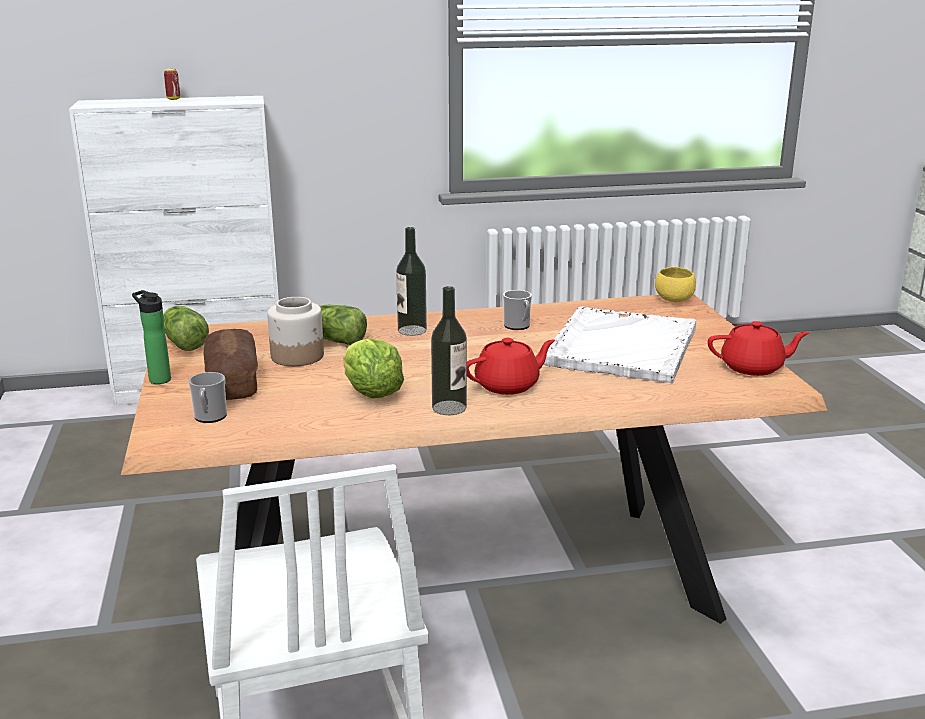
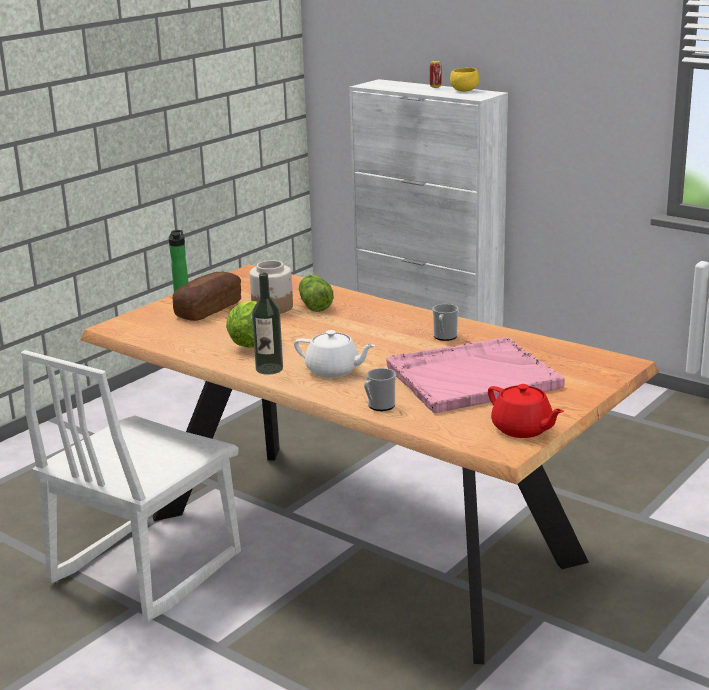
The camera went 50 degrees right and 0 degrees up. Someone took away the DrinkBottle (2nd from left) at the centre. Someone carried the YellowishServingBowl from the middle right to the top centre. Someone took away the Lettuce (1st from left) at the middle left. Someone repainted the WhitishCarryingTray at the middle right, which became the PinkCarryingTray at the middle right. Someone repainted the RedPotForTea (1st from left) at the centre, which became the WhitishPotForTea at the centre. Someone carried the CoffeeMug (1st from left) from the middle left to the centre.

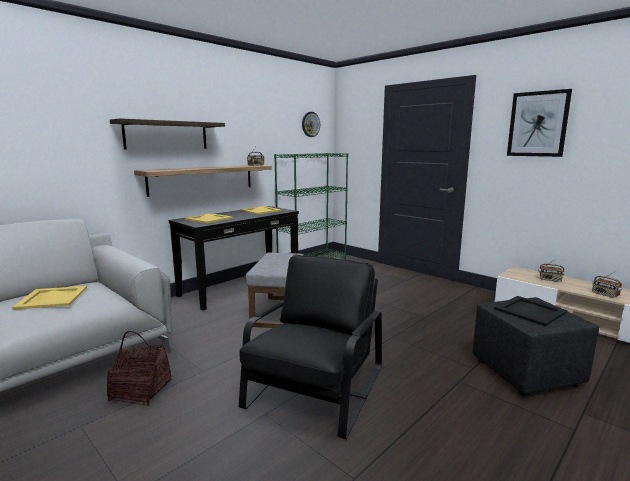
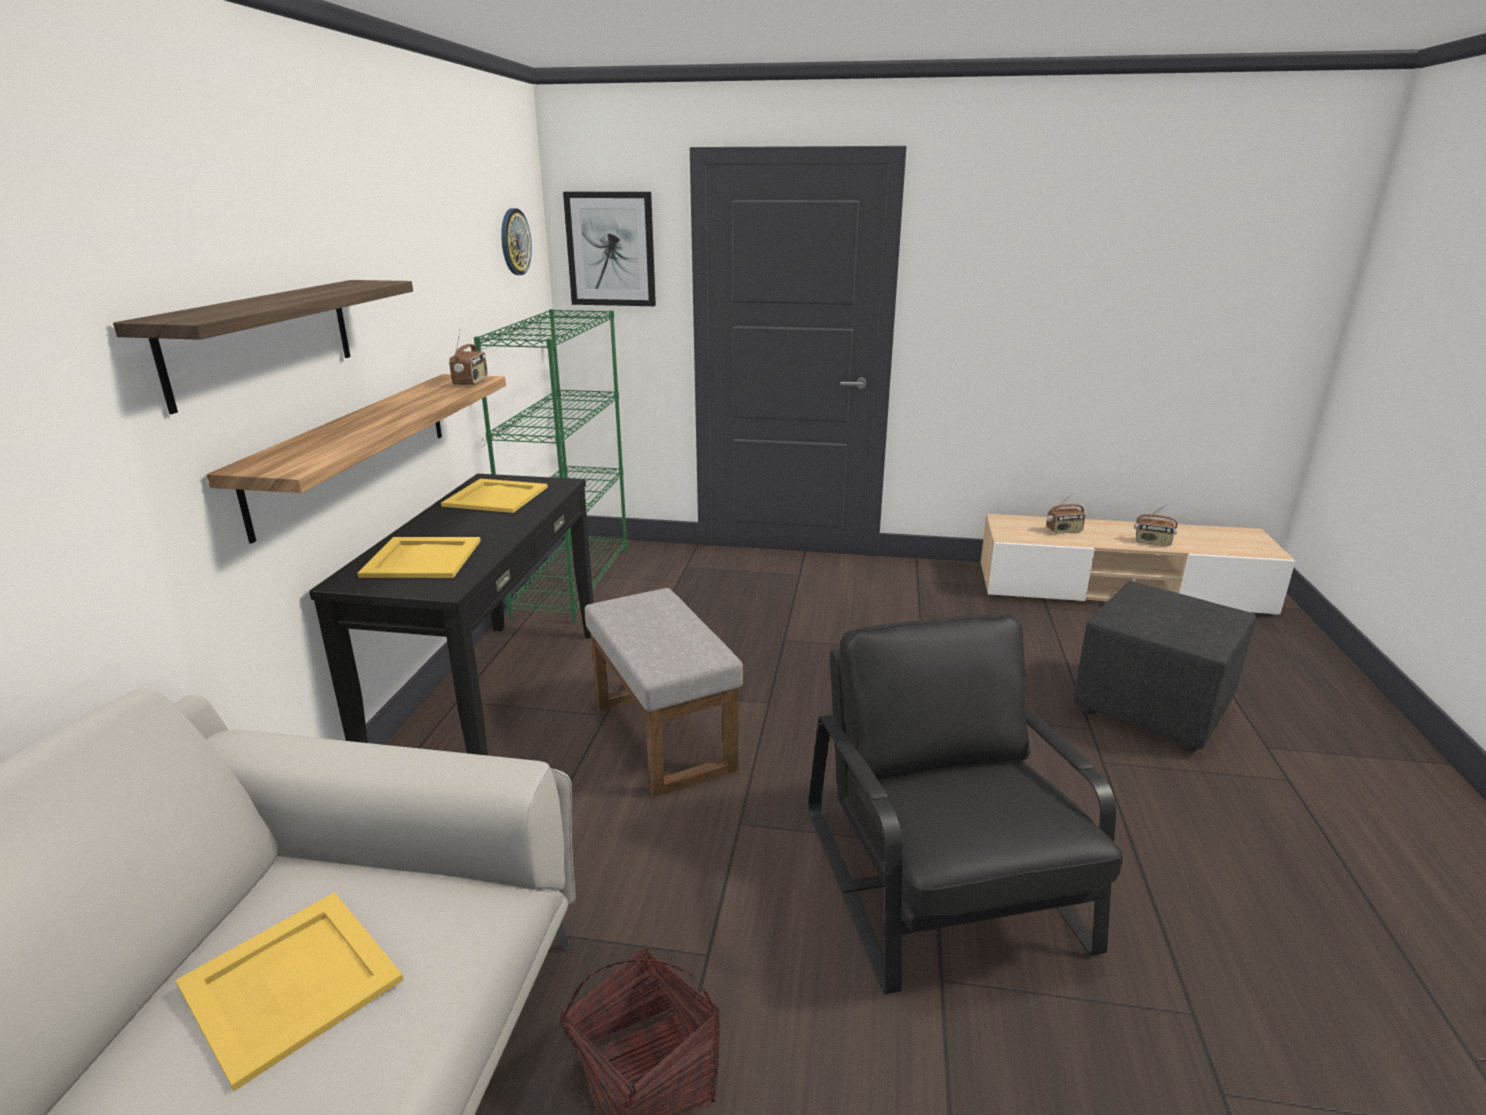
The camera went 35 degrees left and 10 degrees up. Someone carried the Picture from the top right to the top centre. Someone took away the BlackishCarryingTray at the middle right.

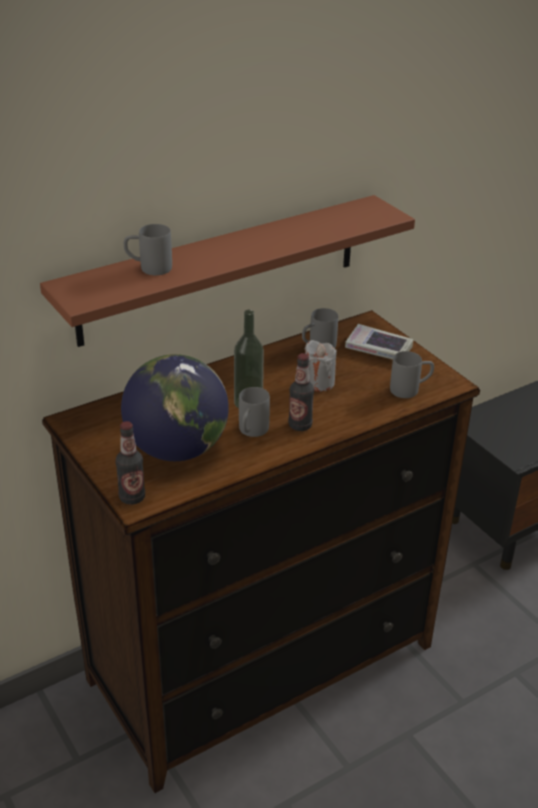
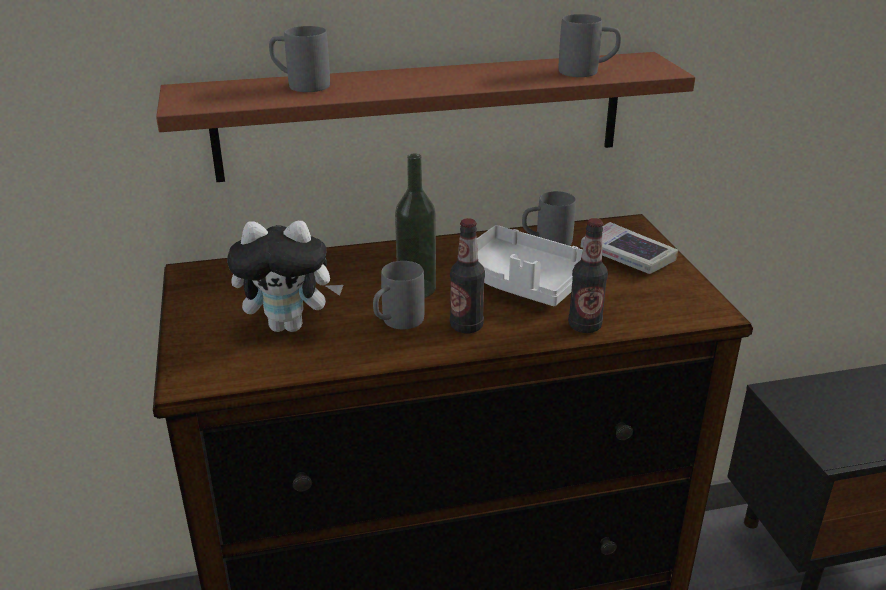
The camera went 20 degrees right and 5 degrees down. Someone swapped the GrayWaxLight at the centre for the GrayCarryingTray at the centre. Someone carried the GrayCoffeeMug (4th from left) from the middle right to the top centre. Someone swapped the DeskGlobe at the middle left for the SoftToy at the middle left. Someone carried the DrinkBottle (1st from left in the first image) from the middle left to the centre.

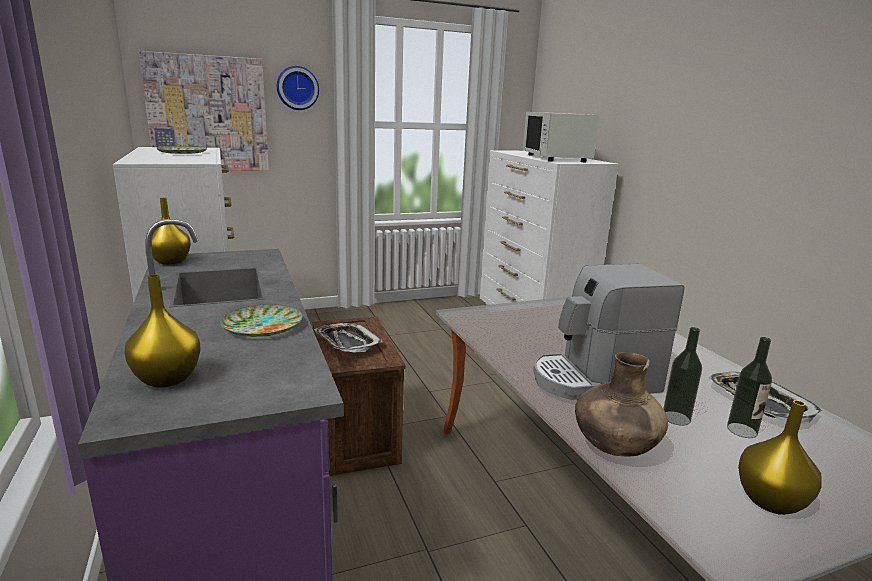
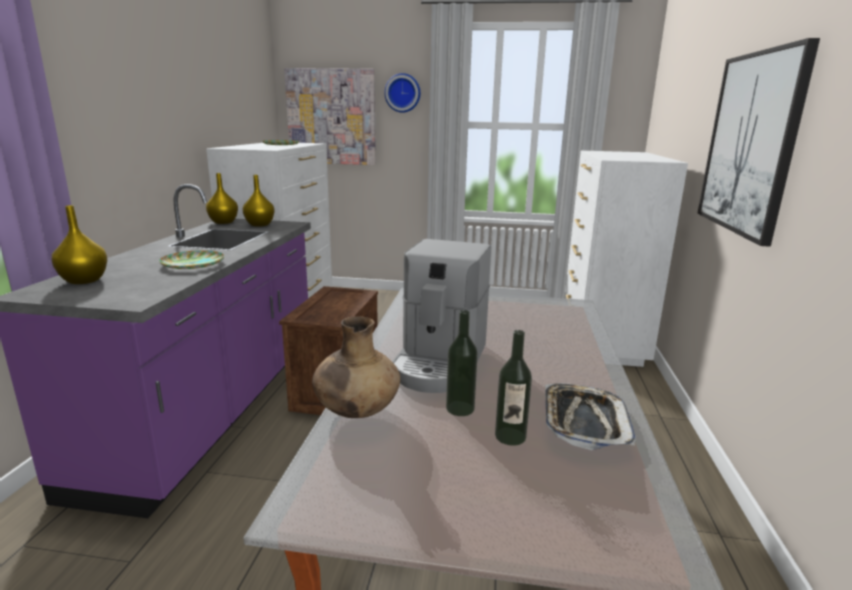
The camera went 30 degrees right and 0 degrees up. Someone took away the WhitishMicrowave at the top centre. Someone rotated the CoffeeBrewer at the middle right by 90 degrees counterclockwise. Someone took away the CarryingTray (1st from left) at the centre. Someone carried the YellowishVase (3rd from left) from the bottom right to the middle left. Someone put up the Picture (2nd from left) at the top right.

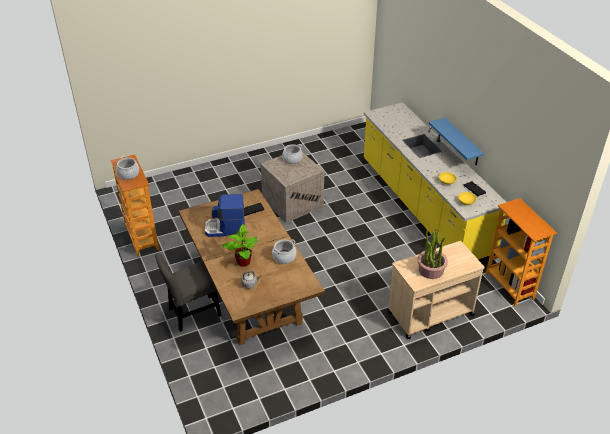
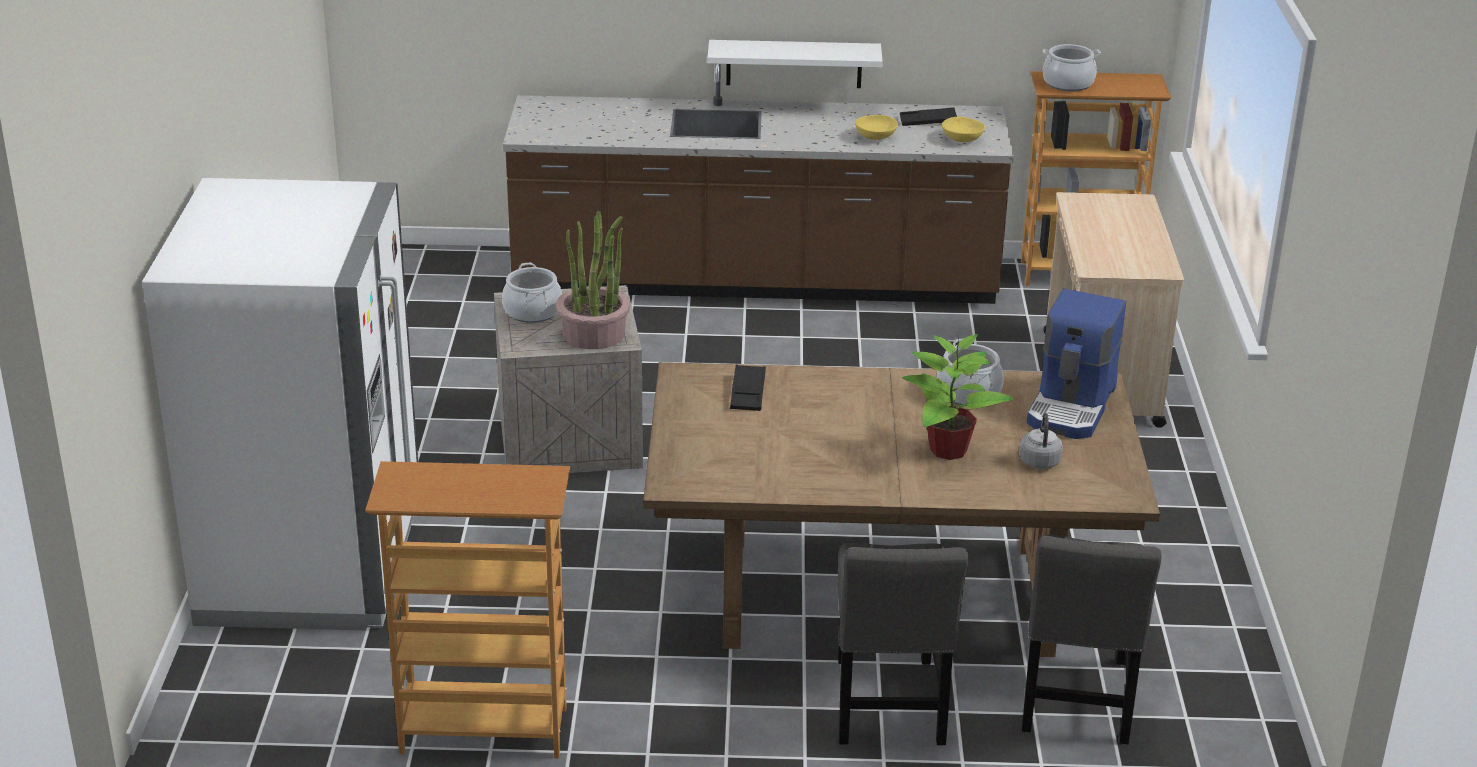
The camera went 65 degrees left and 10 degrees down. Someone repainted the YellowishKitchenBaseUnit at the middle right, which became the BrownKitchenBaseUnit at the top centre. Someone repainted the BlueColouredBracketShelf at the top right, which became the WhitishBracketShelf at the top centre. Someone carried the Stockpot (1st from left in the first image) from the middle left to the top right. Someone carried the CoffeeBrewer from the centre to the middle right. Someone carried the PlantInAPot (2nd from left in the first image) from the middle right to the centre. Someone put down the WhitishFridge at the middle left. Someone put down the GrayPlainChair (2nd from left) at the bottom right.

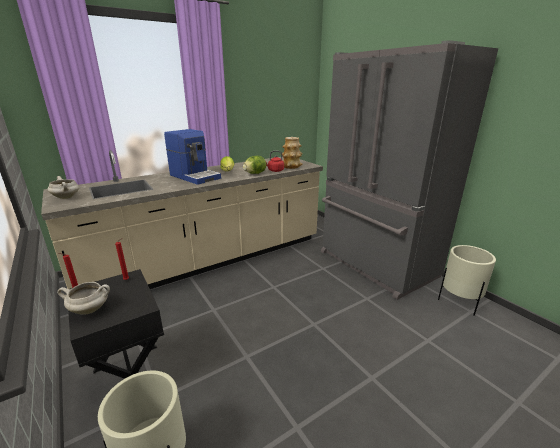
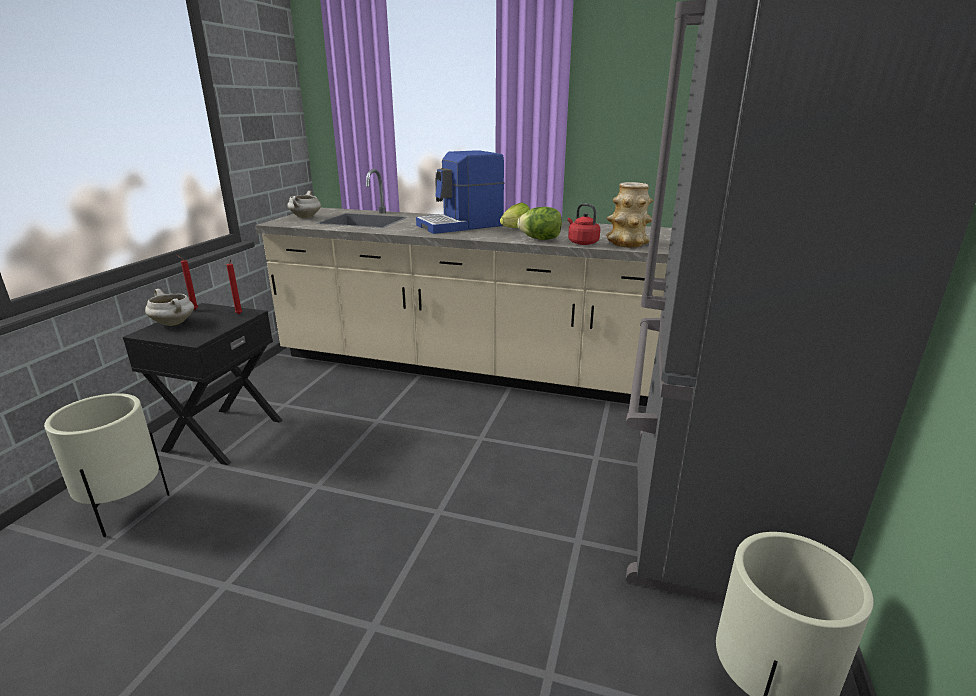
The camera went 50 degrees right and 0 degrees up. Someone rotated the CoffeeBrewer at the centre by 60 degrees clockwise.

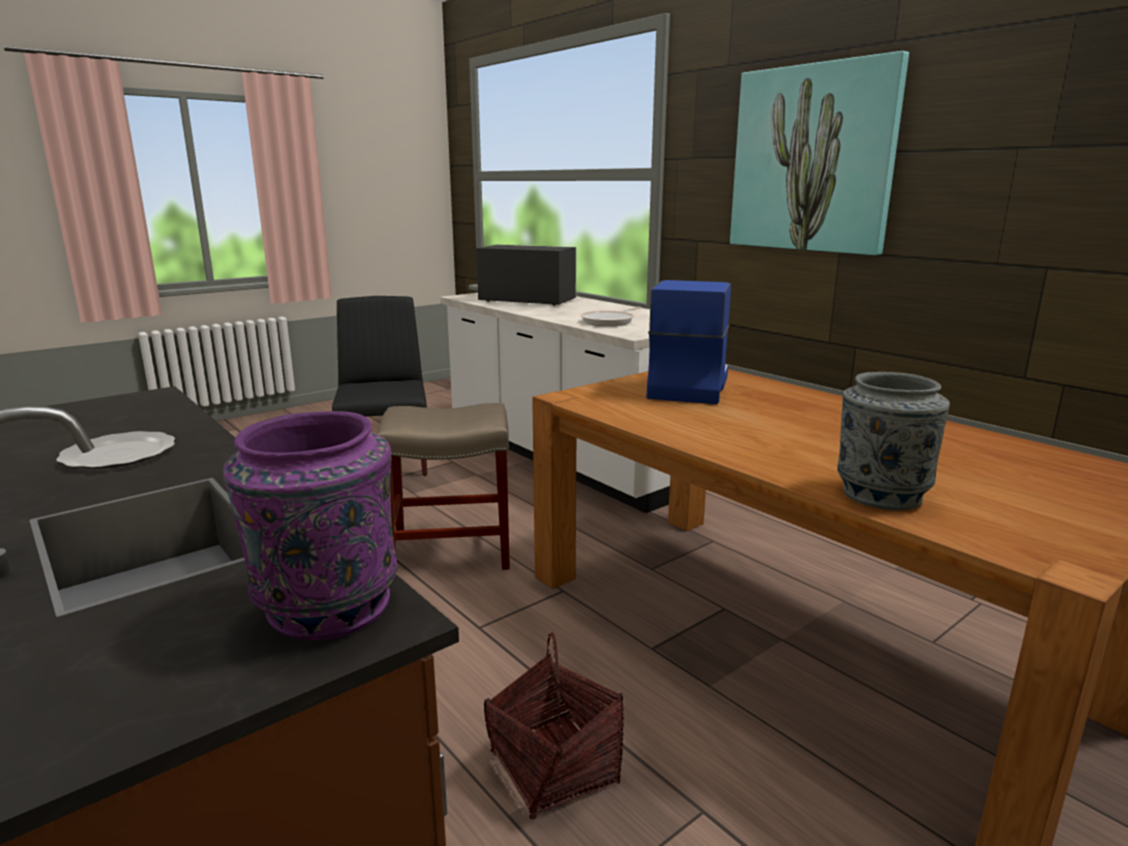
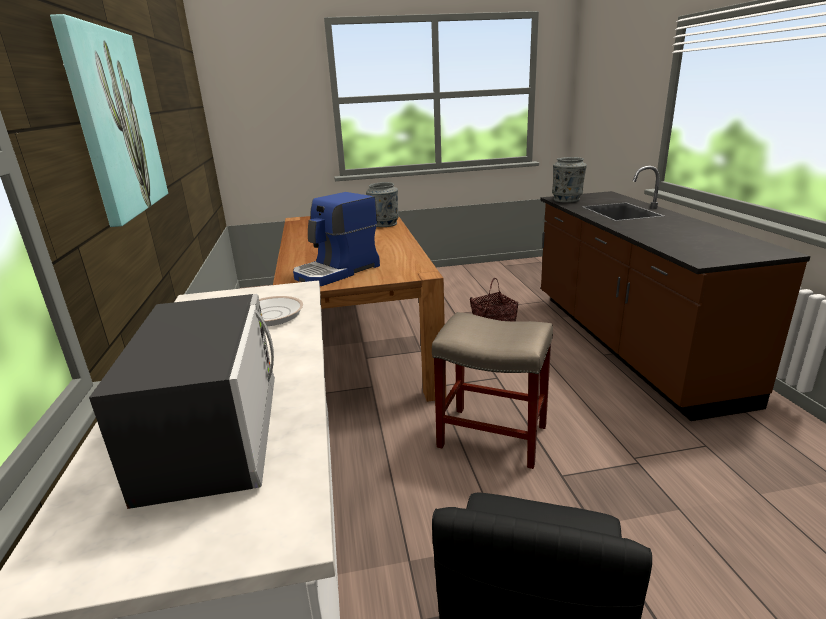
The camera went 150 degrees left and 5 degrees up. Someone rotated the Microwave at the top centre by 150 degrees counterclockwise. Someone repainted the PurpleVase at the middle left, which became the GrayVase (2nd from left) at the top right. Someone took away the DinnerPlate at the middle left.

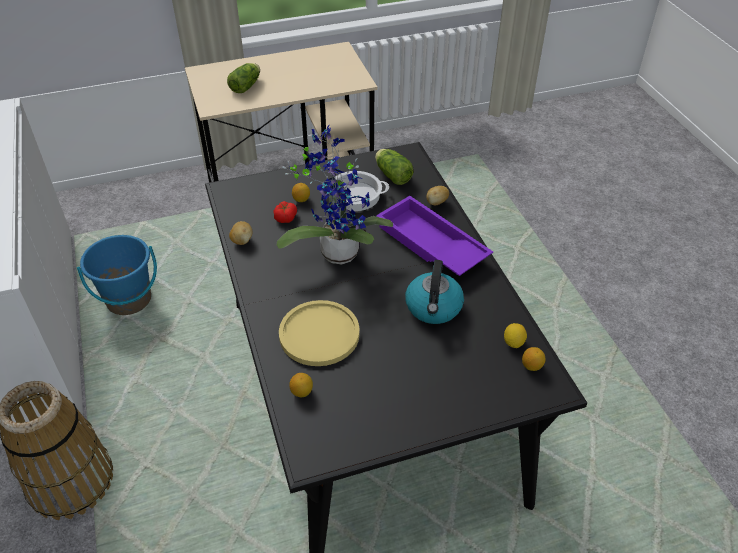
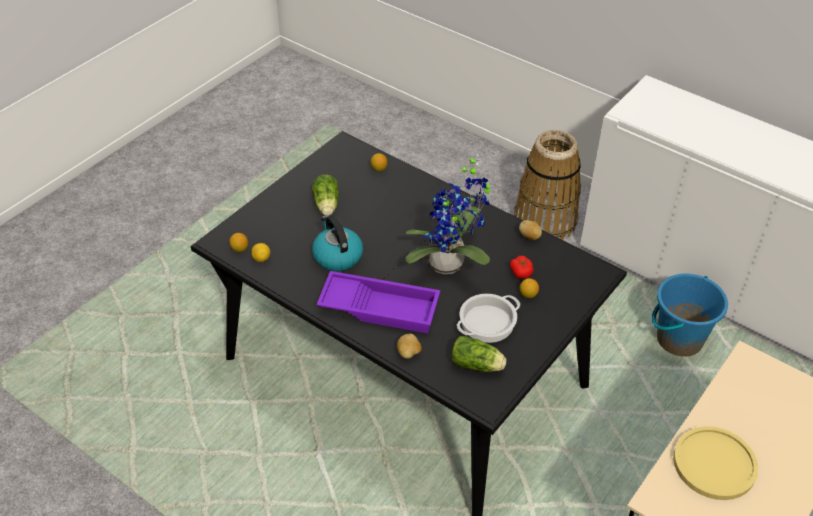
The camera went 145 degrees right and 0 degrees up. Someone carried the Lettuce (1st from left) from the top left to the centre. Someone carried the YellowishDinnerPlate from the centre to the bottom right.

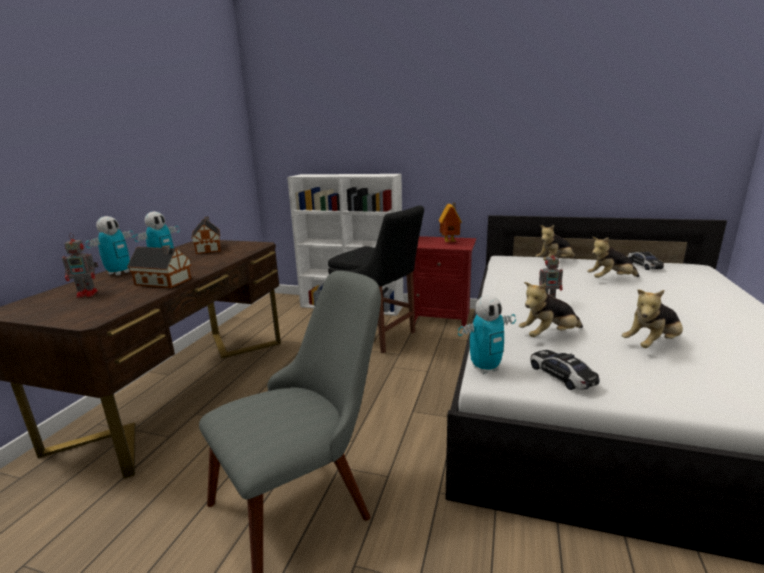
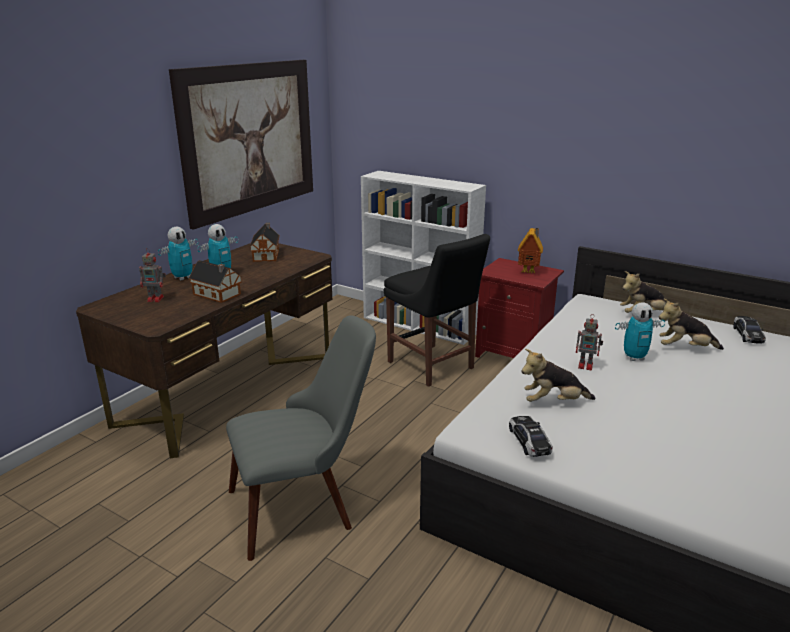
The camera went 15 degrees right and 5 degrees up. Someone took away the SoftToy (4th from left) at the middle right. Someone carried the RobotFigure (4th from left in the first image) from the centre to the middle right. Someone put up the Picture at the top left.

